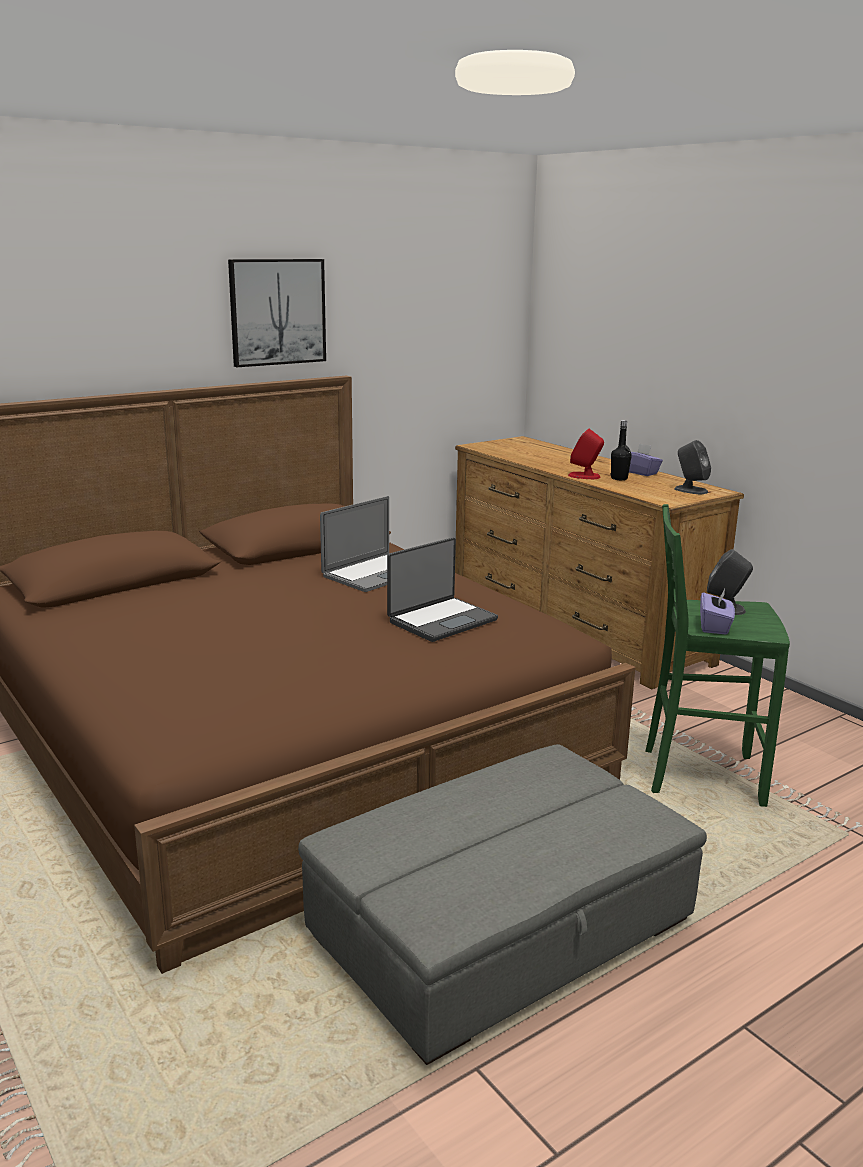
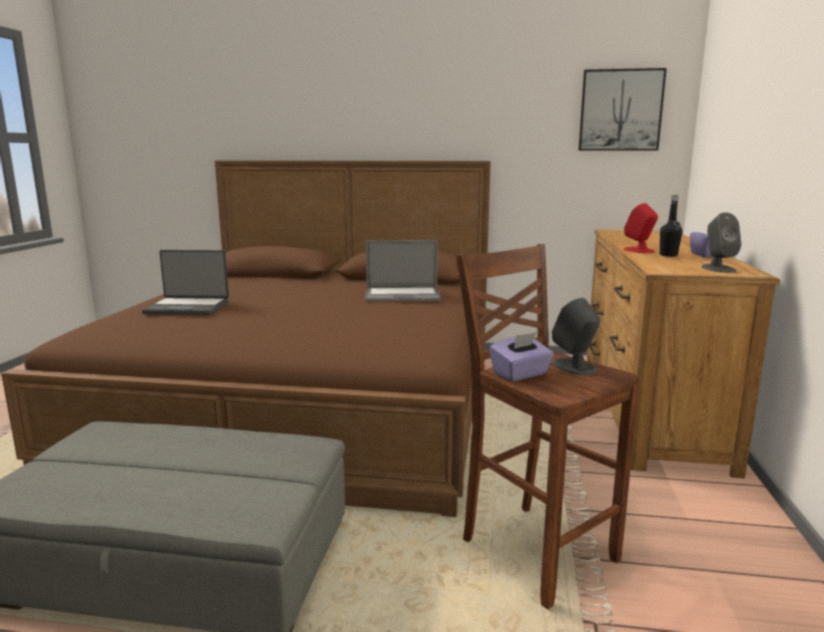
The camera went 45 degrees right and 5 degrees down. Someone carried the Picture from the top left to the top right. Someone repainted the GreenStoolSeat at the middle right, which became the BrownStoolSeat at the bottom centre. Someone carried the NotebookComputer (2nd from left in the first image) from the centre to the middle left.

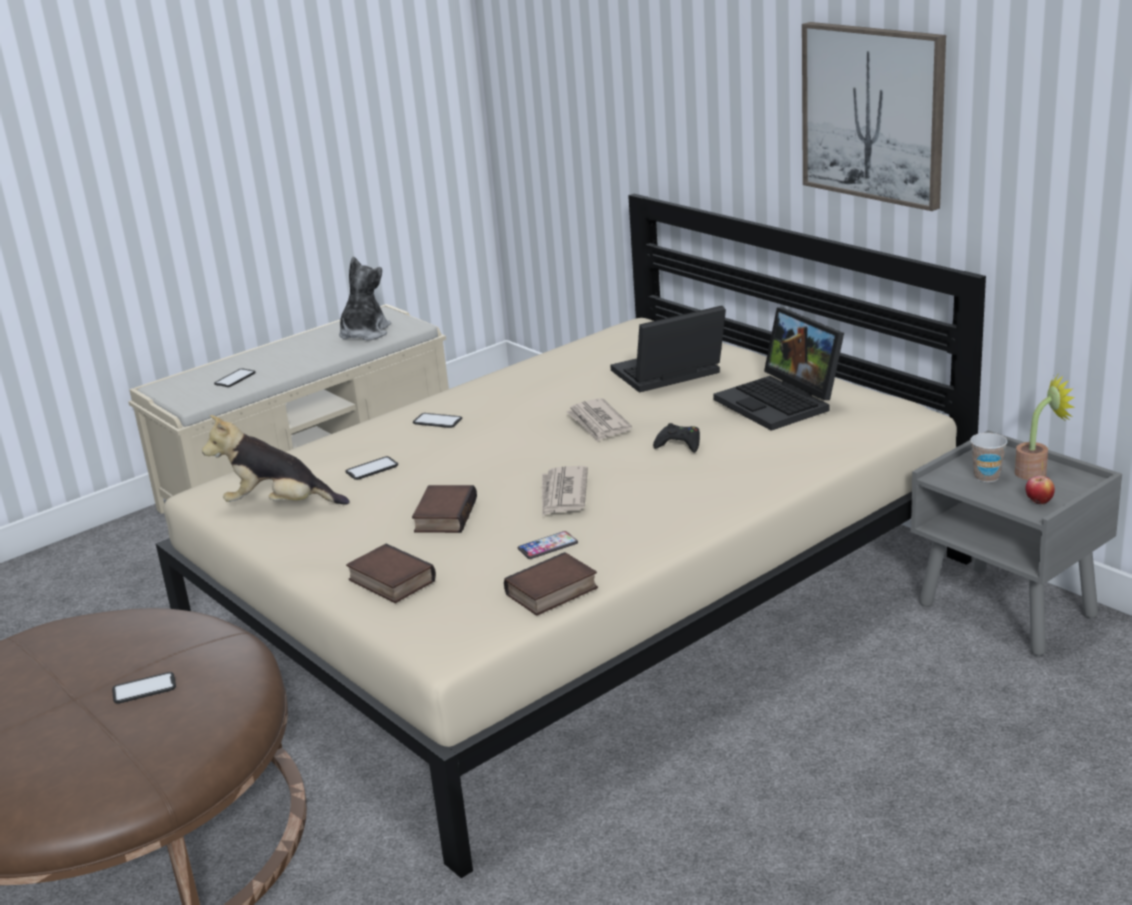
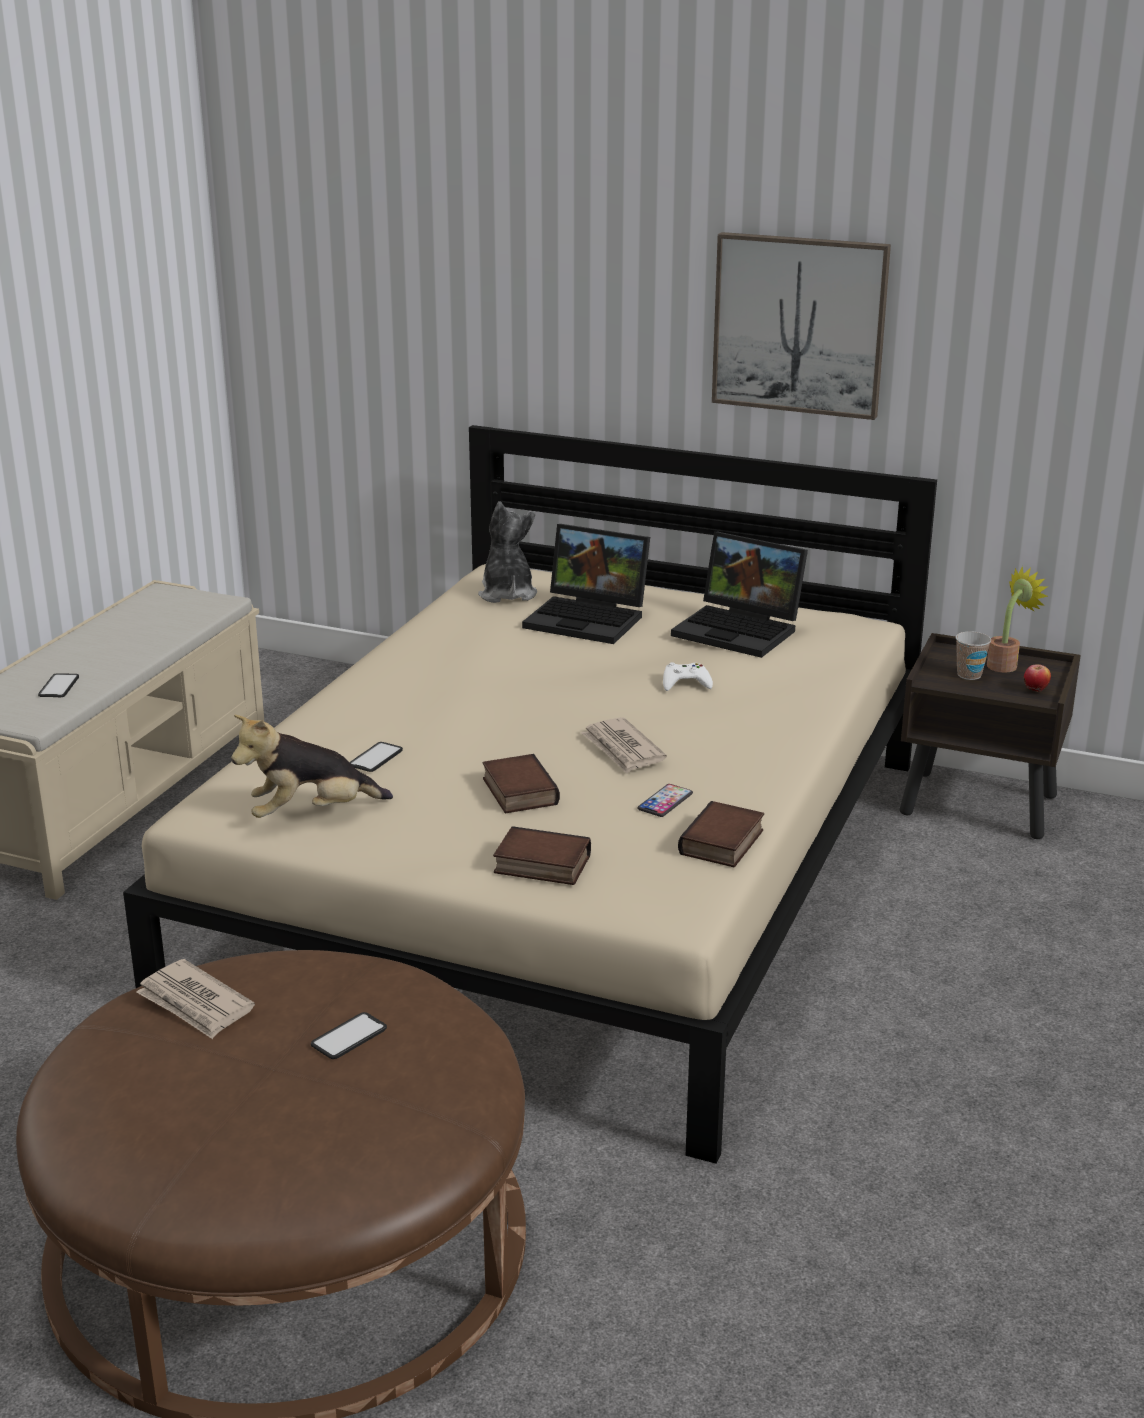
The camera went 30 degrees left and 0 degrees up. Someone carried the SoftToy (2nd from left) from the top left to the centre. Someone rotated the NotebookComputer (1st from left) at the centre by 105 degrees counterclockwise. Someone carried the DailyPaper (2nd from left in the first image) from the centre to the bottom left. Someone took away the Handset (4th from left) at the centre. Someone repainted the BlackishGamepad at the centre, which became the WhitishGamepad at the centre. Someone repainted the GrayNightTable at the middle right, which became the BrownNightTable at the middle right.

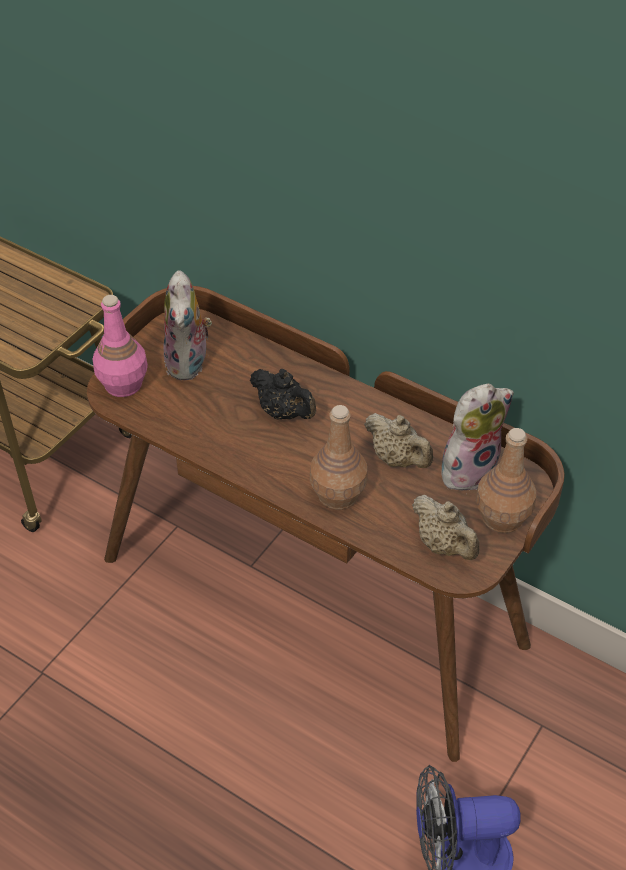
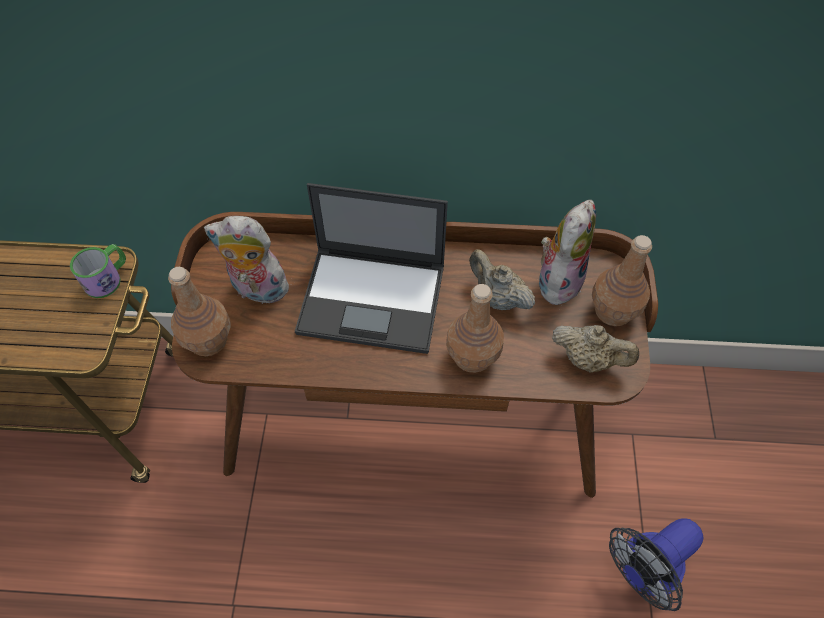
The camera went 30 degrees left and 10 degrees up. Someone rotated the SoftToy (1st from left) at the middle left by 135 degrees clockwise. Someone repainted the PinkDrinkBottle at the middle left, which became the BrownDrinkBottle (1st from left) at the middle left. Someone swapped the BlackishPotForTea at the centre for the NotebookComputer at the centre. Someone rotated the BeigeColouredPotForTea (1st from left) at the centre by 150 degrees counterclockwise. Someone put down the CoffeeMug at the middle left.

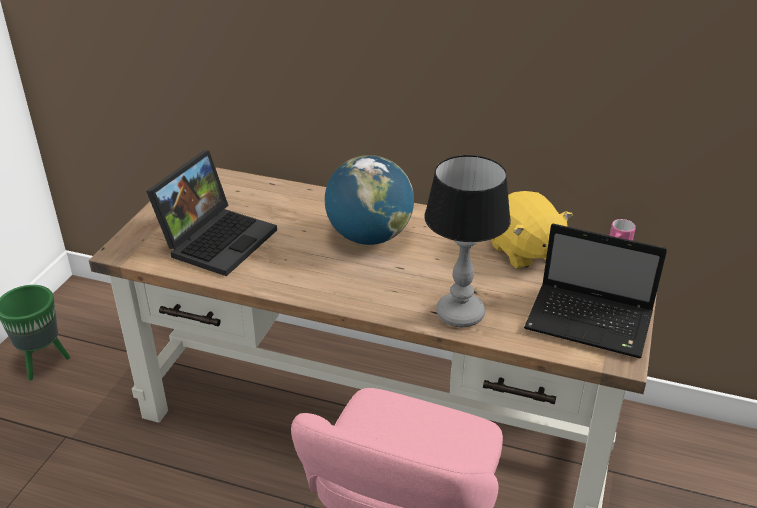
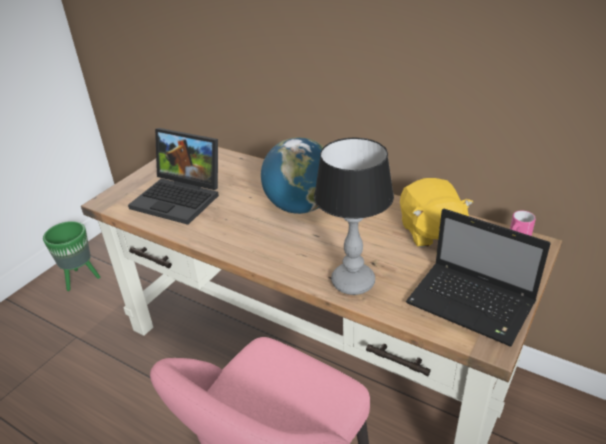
The camera went 15 degrees right and 0 degrees up. Someone rotated the NotebookComputer (1st from left) at the middle left by 75 degrees clockwise.

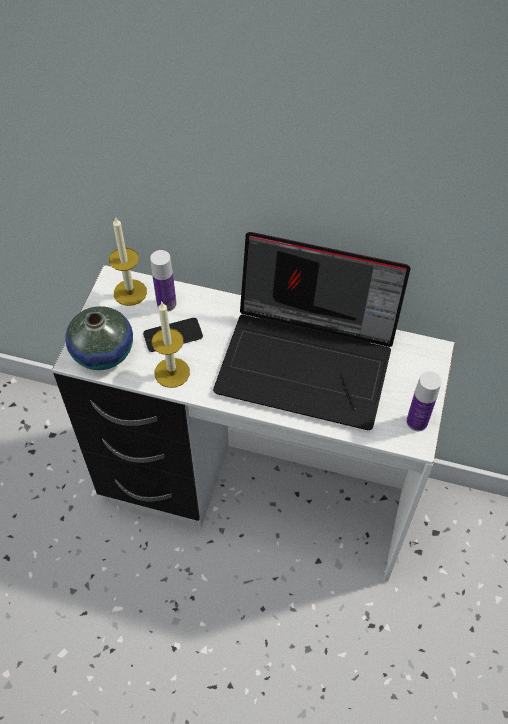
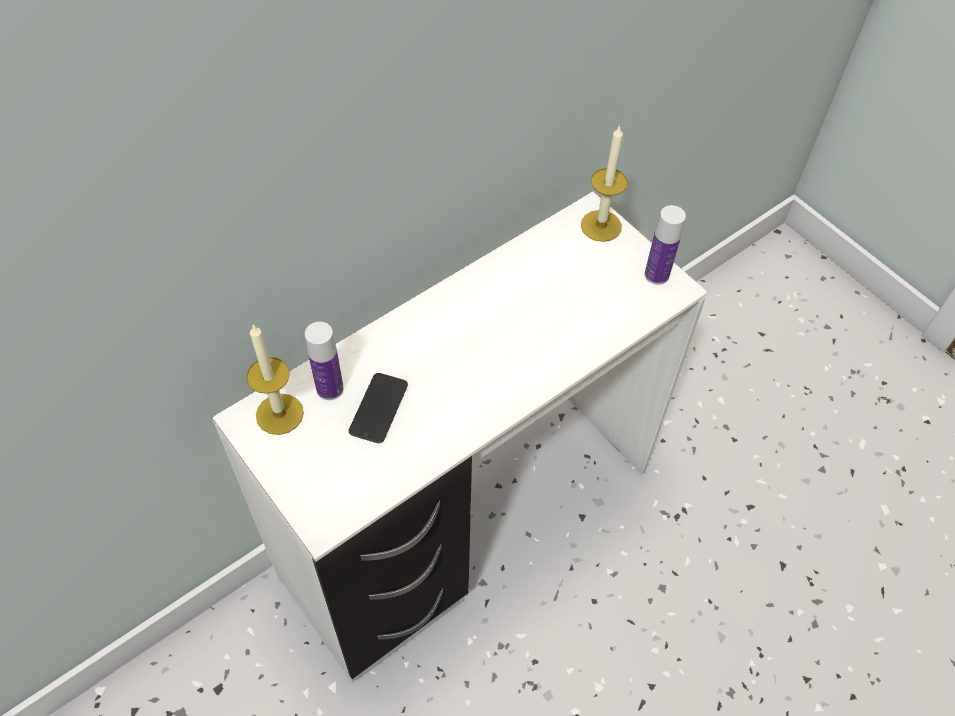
The camera went 55 degrees left and 0 degrees up. Someone took away the NotebookComputer at the centre. Someone carried the WaxLight (2nd from left) from the centre to the top centre. Someone took away the Vase at the middle left.

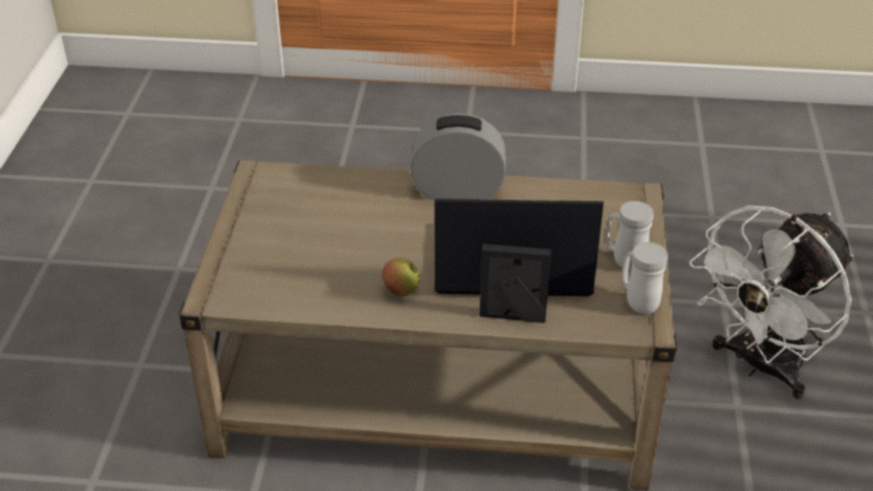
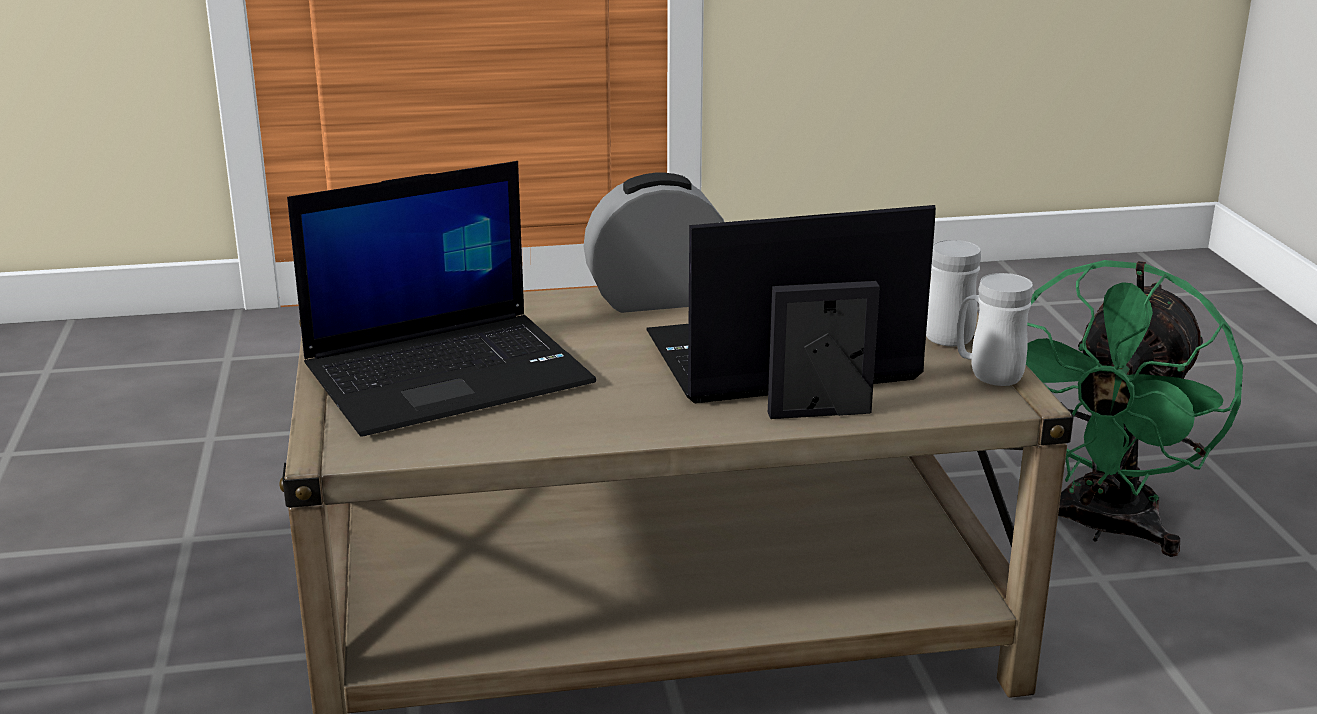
The camera went 15 degrees left and 15 degrees down. Someone repainted the WhitishFan at the middle right, which became the GreenFan at the middle right. Someone took away the Apple at the centre. Someone put down the NotebookComputer (1st from left) at the centre.

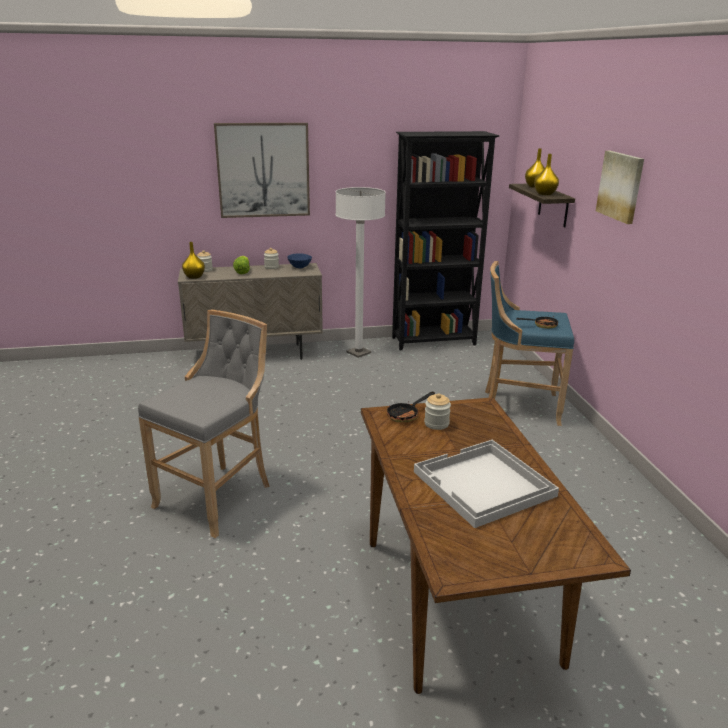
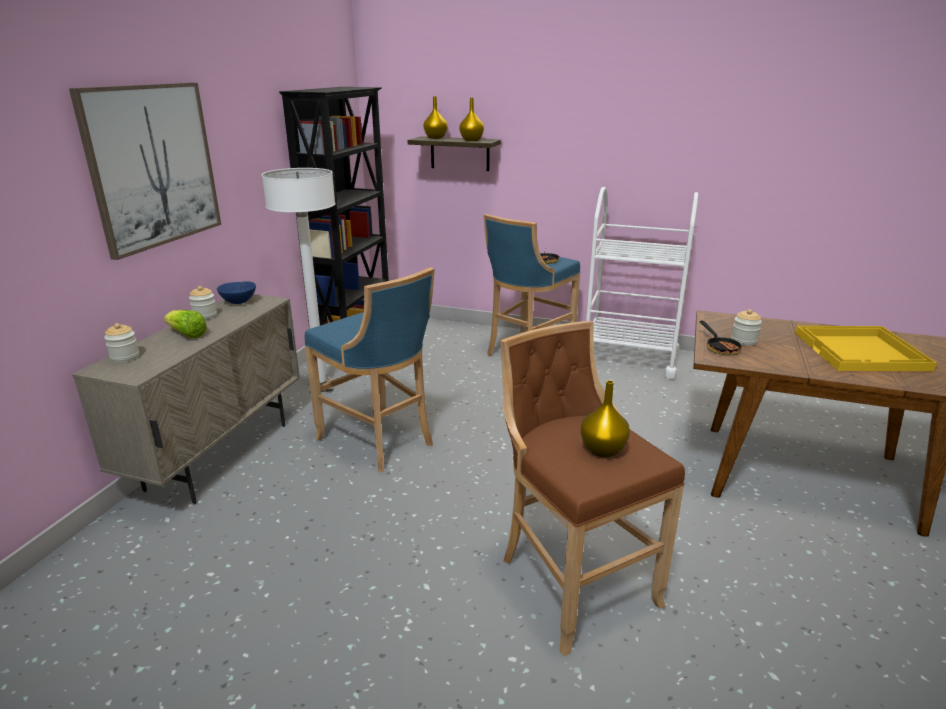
The camera went 60 degrees left and 0 degrees up. Someone took away the Picture (2nd from left) at the top right. Someone carried the YellowishVase (1st from left in the first image) from the middle left to the centre. Someone repainted the GrayStoolSeat at the middle left, which became the BrownStoolSeat at the bottom centre. Someone repainted the WhitishCarryingTray at the middle right, which became the YellowishCarryingTray at the middle right. Someone put down the WhitishCart at the middle right. Someone put down the BlueColouredStoolSeat (1st from left) at the centre.

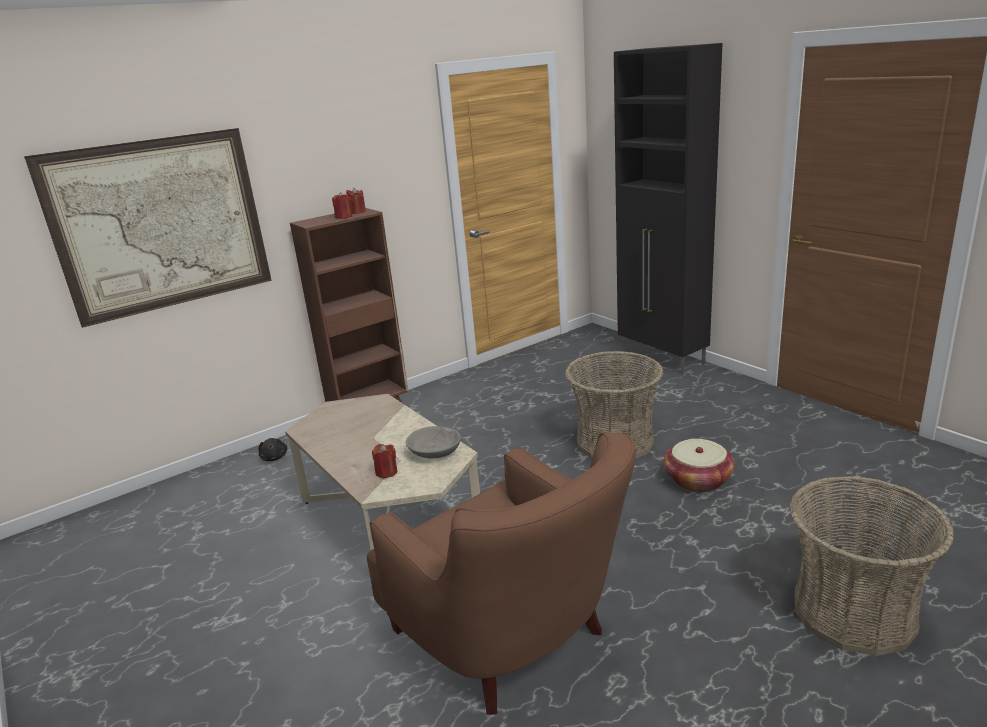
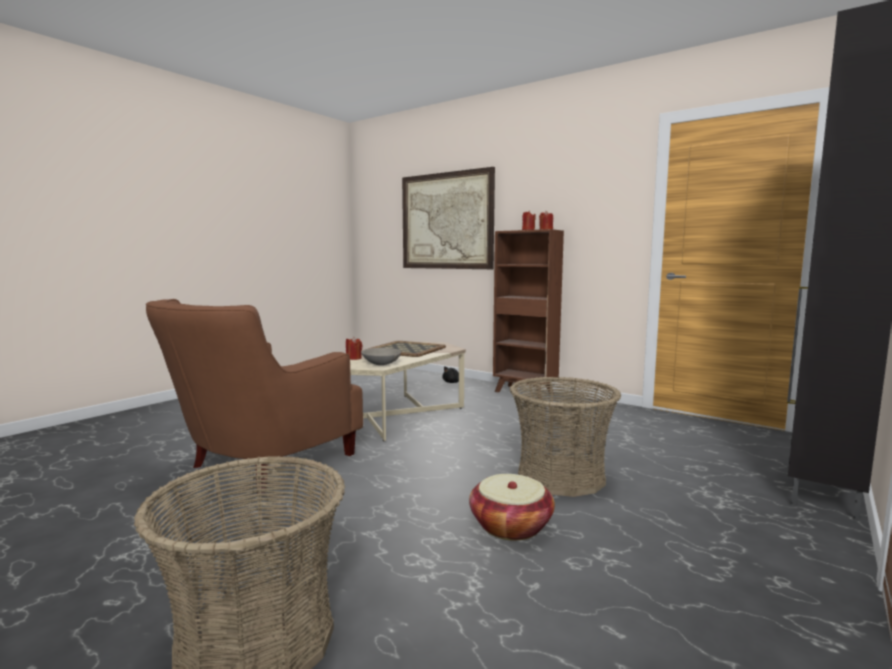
The camera went 70 degrees right and 15 degrees down. Someone put down the CarryingTray at the centre.

